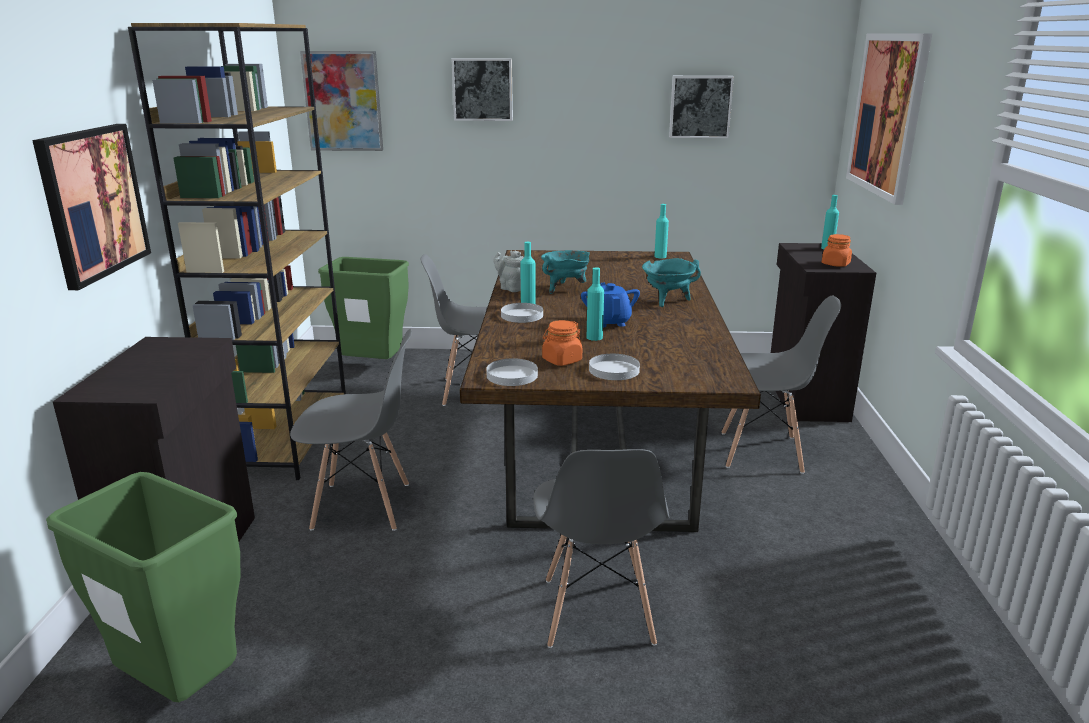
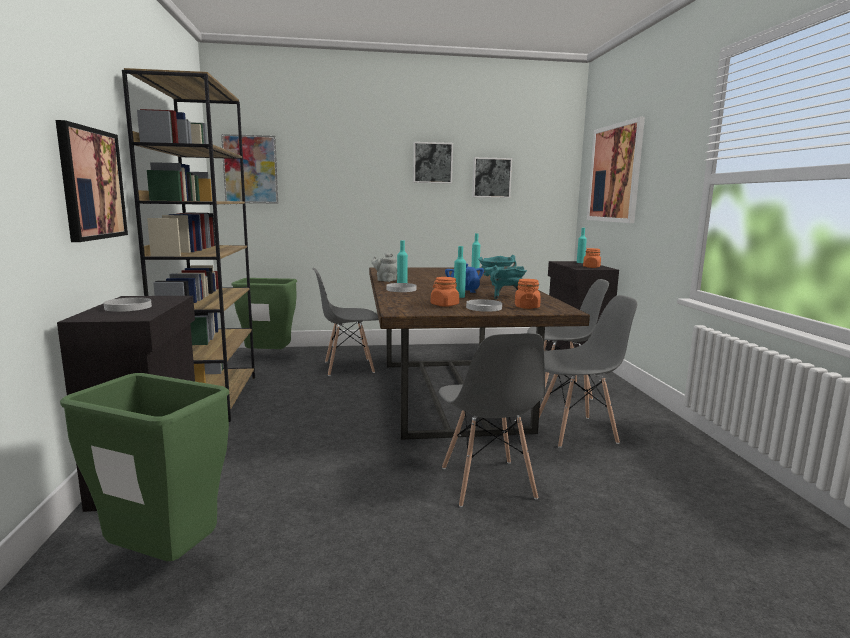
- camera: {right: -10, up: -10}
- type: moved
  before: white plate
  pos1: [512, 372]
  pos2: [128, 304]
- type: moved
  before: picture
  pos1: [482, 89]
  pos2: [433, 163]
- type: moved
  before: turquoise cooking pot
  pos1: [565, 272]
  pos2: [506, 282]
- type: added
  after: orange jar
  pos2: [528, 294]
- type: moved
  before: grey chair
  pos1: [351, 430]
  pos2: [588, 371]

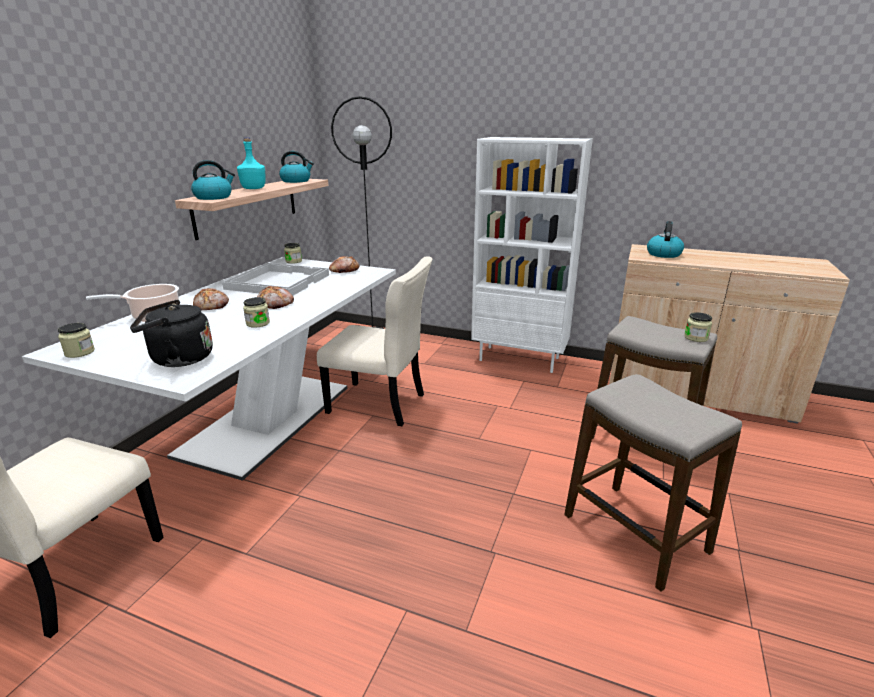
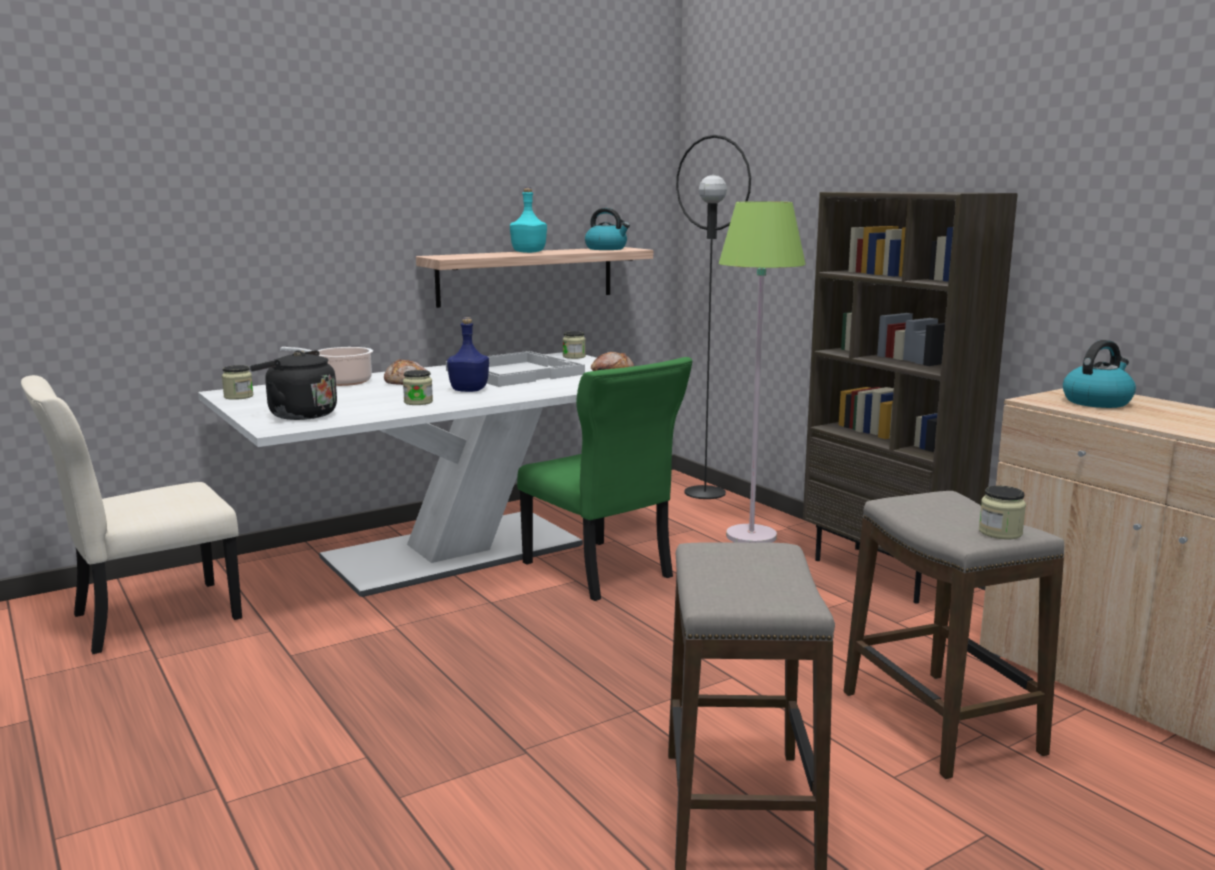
- camera: {right: 35, up: -10}
- type: replaced
  before: bread
  after: blue bottle
  pos1: [275, 297]
  pos2: [468, 354]
- type: recoloured
  before: beige chair
  after: green chair
  pos1: [375, 341]
  pos2: [604, 479]
- type: added
  after: green floor lamp
  pos2: [762, 372]
- type: recoloured
  before: white bookcase
  after: brown bookcase
  pos1: [532, 255]
  pos2: [910, 397]
- type: removed
  before: kettle
  pos1: [213, 180]

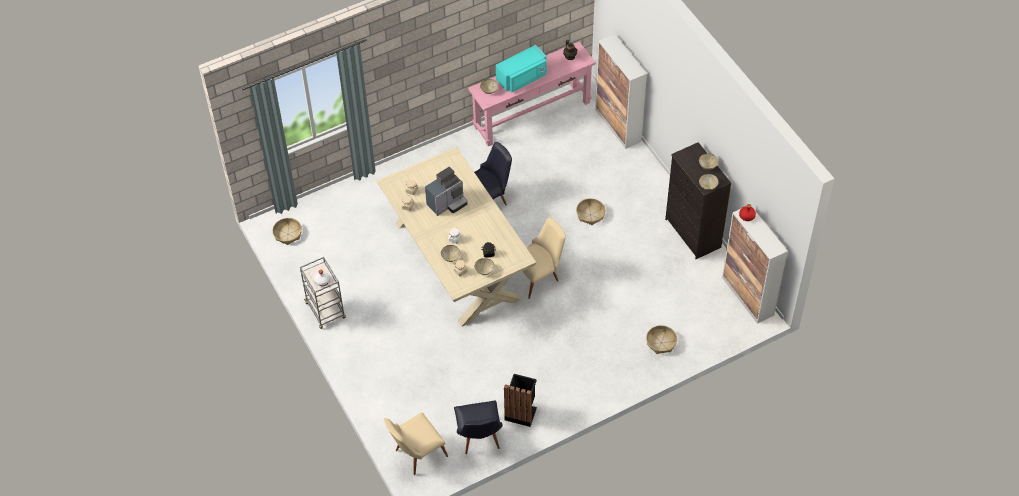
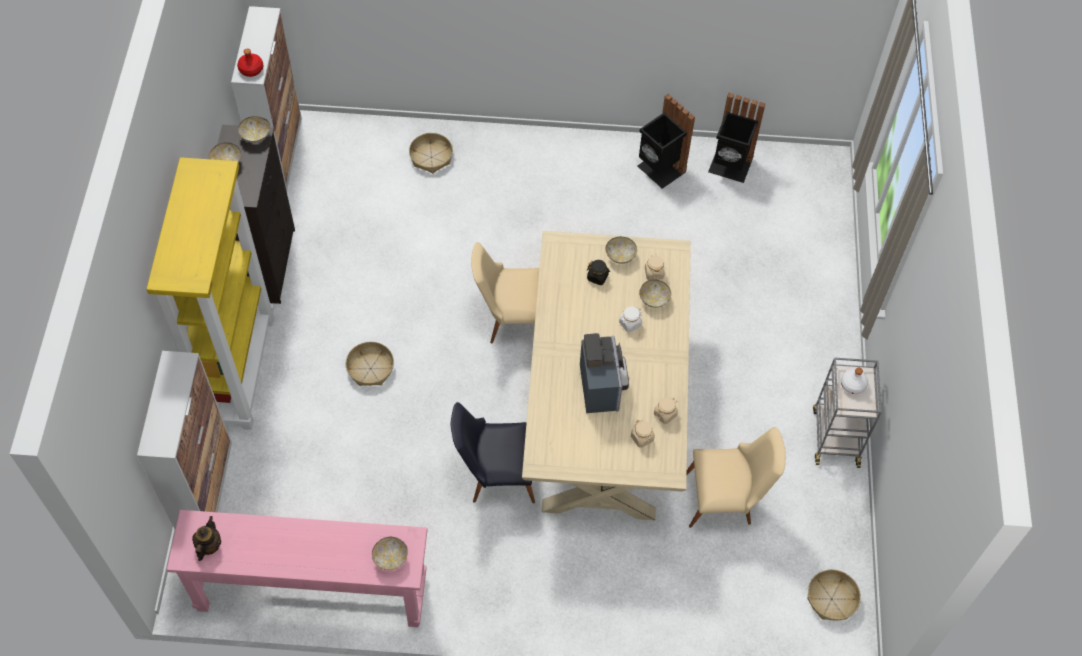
- camera: {right: -150, up: 5}
- type: added
  after: yellow bookcase
  pos2: [210, 293]
- type: turned
  before: coffee machine
  pos1: [446, 191]
  pos2: [604, 373]
  turn: 90
- type: moved
  before: beige chair
  pos1: [416, 443]
  pos2: [736, 477]
- type: replaced
  before: black chair
  after: black trash can
  pos1: [478, 427]
  pos2: [737, 138]
- type: removed
  before: turquoise microwave
  pos1: [521, 68]

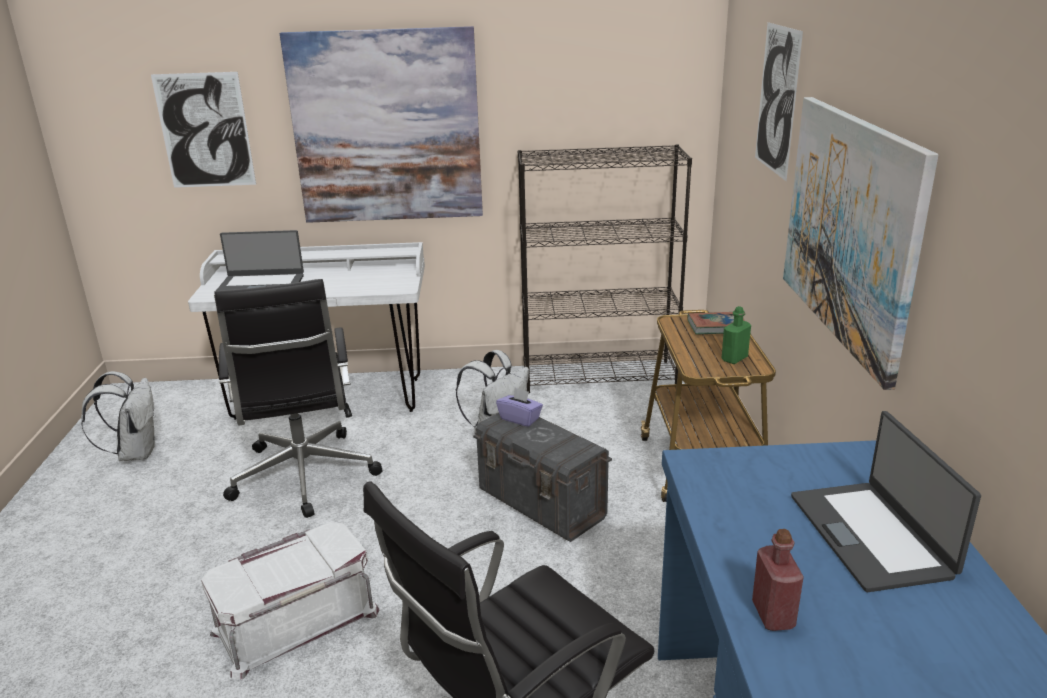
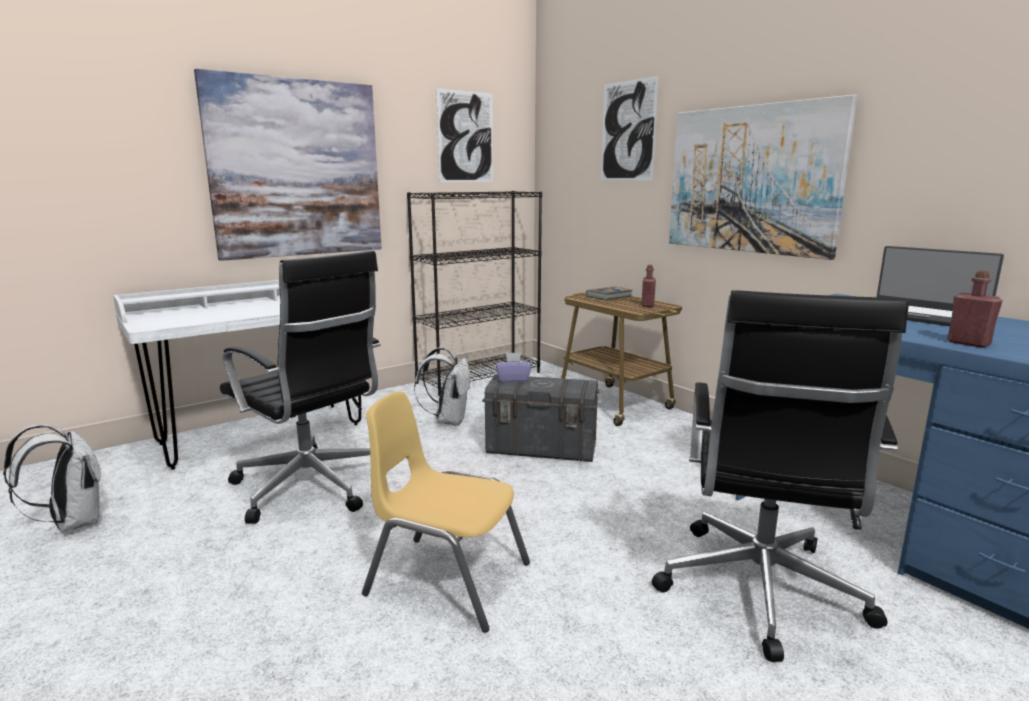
- camera: {right: -35, up: -10}
- type: replaced
  before: white storage box
  after: yellow chair
  pos1: [290, 601]
  pos2: [446, 512]
- type: moved
  before: picture
  pos1: [203, 130]
  pos2: [464, 135]
- type: recoloured
  before: green bottle
  after: red bottle
  pos1: [736, 335]
  pos2: [649, 286]
- type: removed
  before: laptop
  pos1: [260, 260]

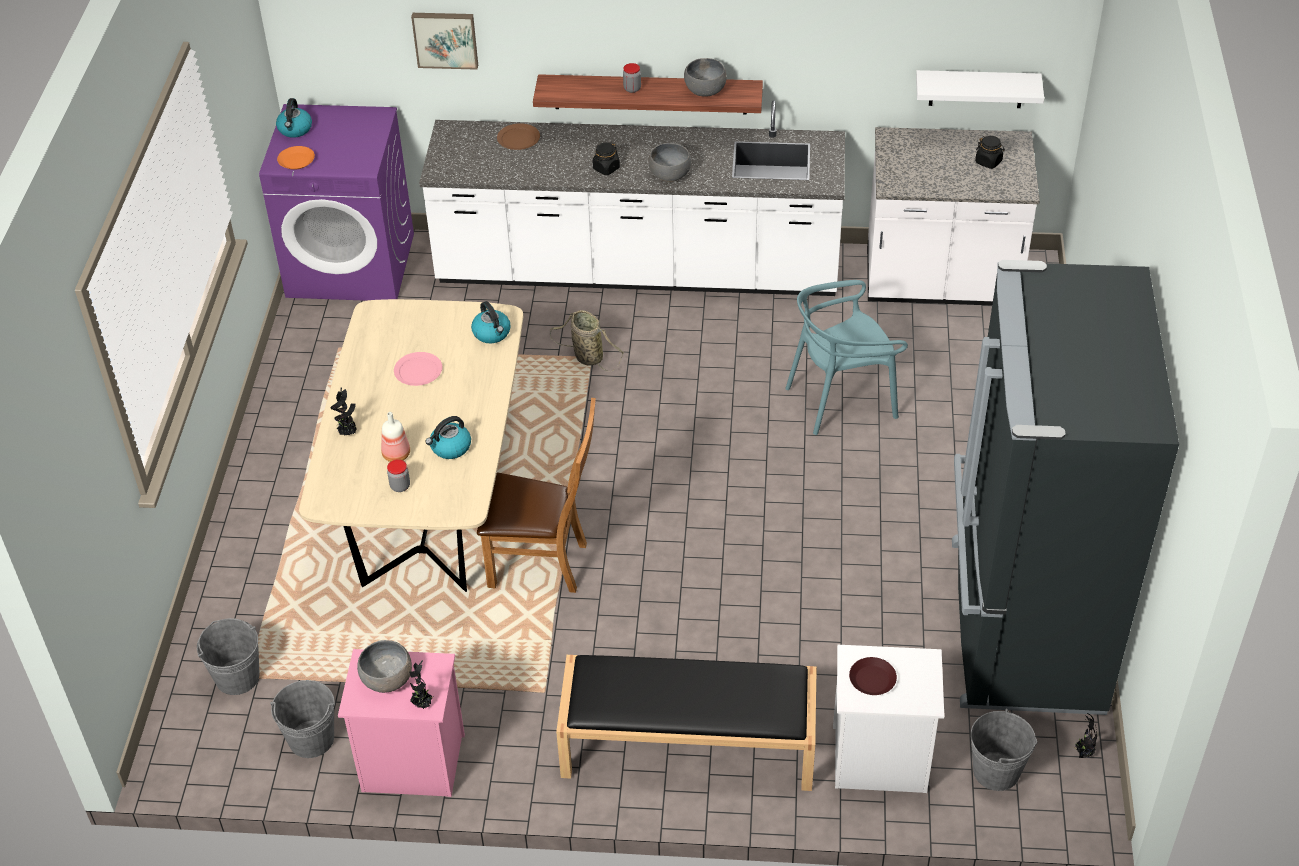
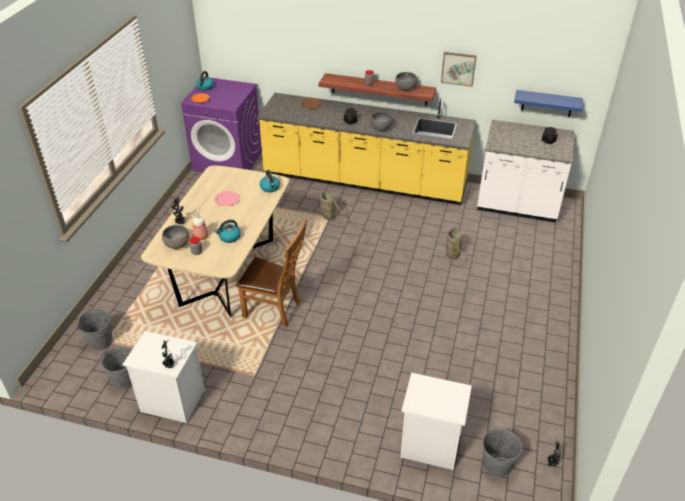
- camera: {right: 10, up: -5}
- type: recoloured
  before: pink nightstand
  after: white nightstand
  pos1: [401, 723]
  pos2: [163, 377]
- type: moved
  before: grey bowl
  pos1: [384, 666]
  pos2: [175, 237]
- type: recoloured
  before: white counter
  after: yellow counter
  pos1: [632, 198]
  pos2: [366, 149]
- type: moved
  before: picture
  pos1: [444, 41]
  pos2: [458, 69]
- type: replaced
  before: turquoise chair
  after: basket
  pos1: [846, 357]
  pos2: [456, 247]
- type: recoloured
  before: white shelf
  after: blue shelf
  pos1: [980, 89]
  pos2: [548, 103]
- type: removed
  before: black bench
  pos1: [686, 723]
- type: removed
  before: brown plate
  pos1: [873, 676]
- type: removed
  before: black fridge
  pos1: [1065, 487]

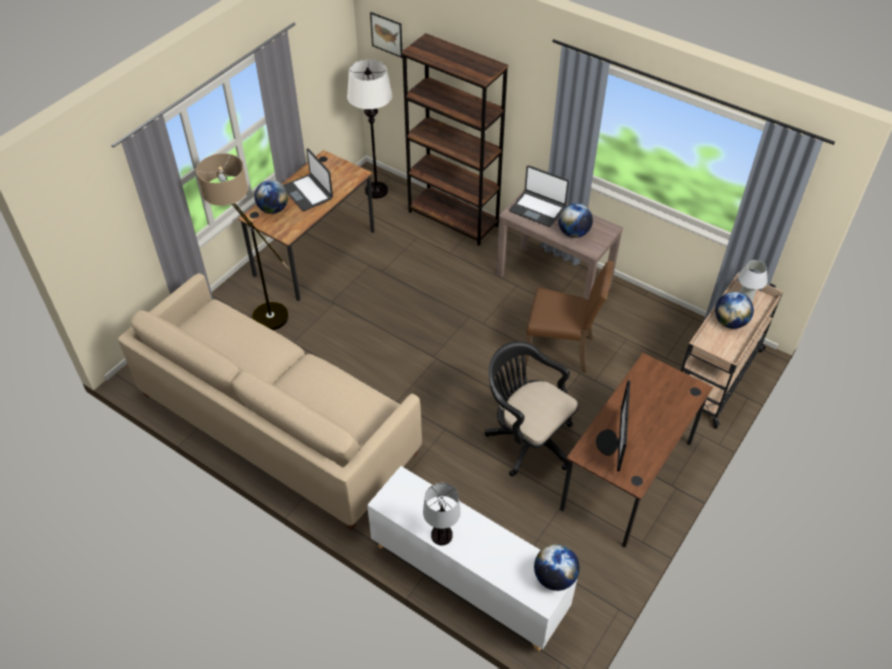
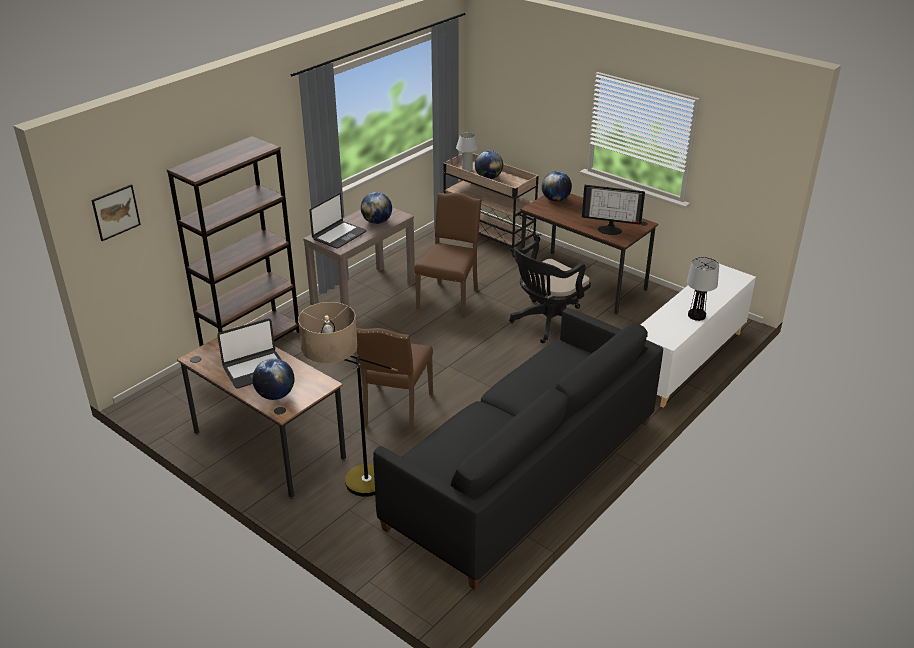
- camera: {right: -85, up: -15}
- type: added
  after: brown chair
  pos2: [394, 380]
- type: recoloured
  before: beige sofa
  after: black sofa
  pos1: [270, 401]
  pos2: [518, 449]
- type: moved
  before: globe
  pos1: [557, 567]
  pos2: [557, 186]
- type: removed
  before: white floor lamp
  pos1: [370, 129]

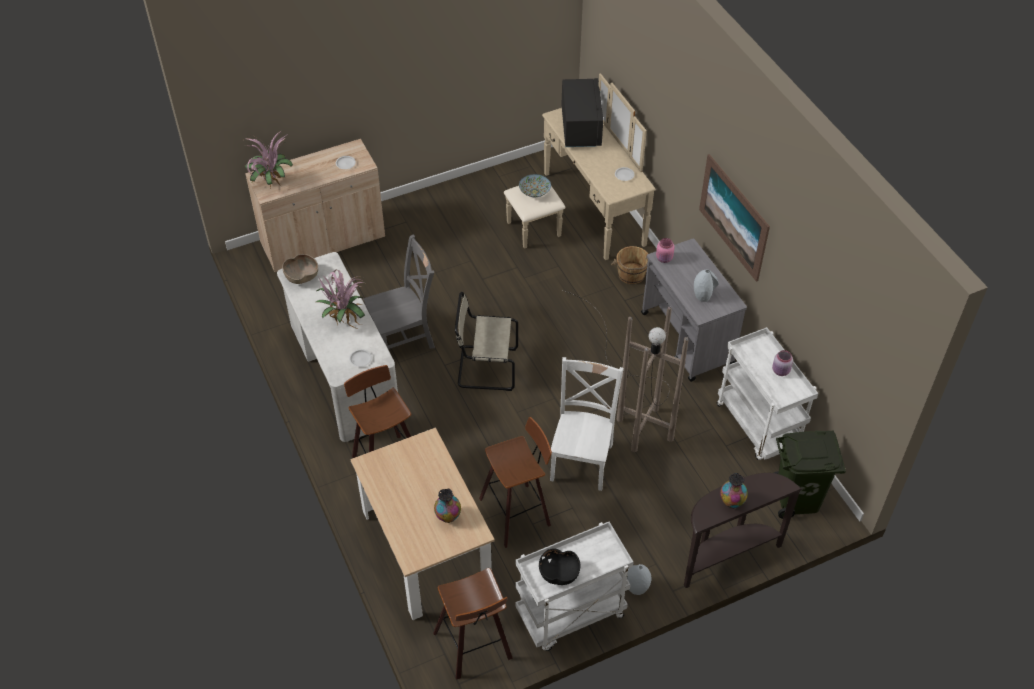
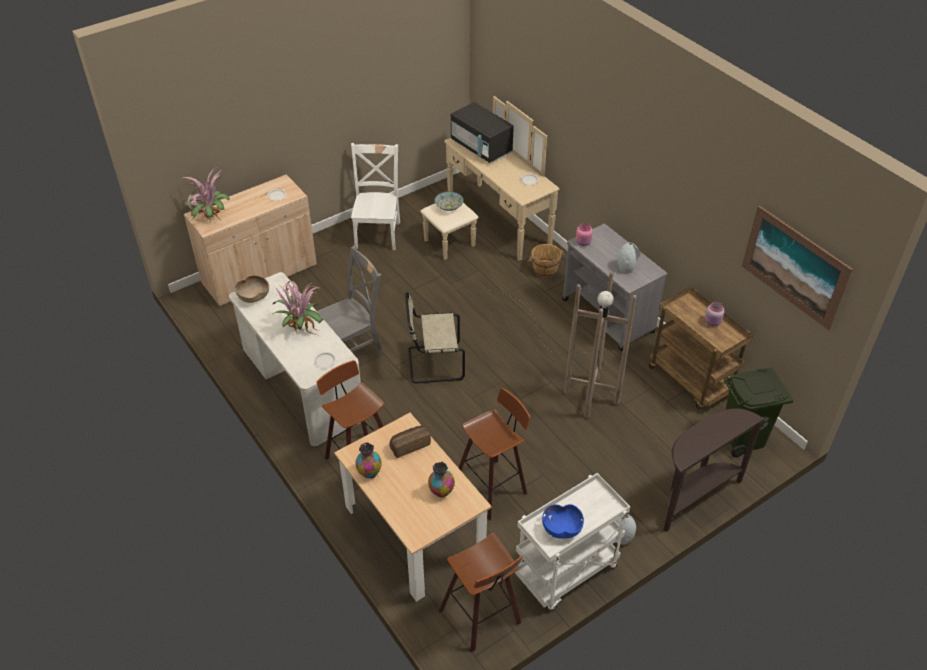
- camera: {right: -10, up: -5}
- type: moved
  before: white chair
  pos1: [587, 424]
  pos2: [375, 196]
- type: moved
  before: vase
  pos1: [734, 491]
  pos2: [368, 460]
- type: added
  after: bread
  pos2: [410, 442]
- type: turned
  before: black microwave
  pos1: [582, 112]
  pos2: [482, 132]
  turn: 150
- type: recoloured
  before: black bowl
  after: blue bowl
  pos1: [560, 566]
  pos2: [563, 521]
- type: recoloured
  before: white cart
  after: brown cart
  pos1: [767, 393]
  pos2: [700, 348]
- type: moved
  before: picture
  pos1: [734, 218]
  pos2: [797, 268]

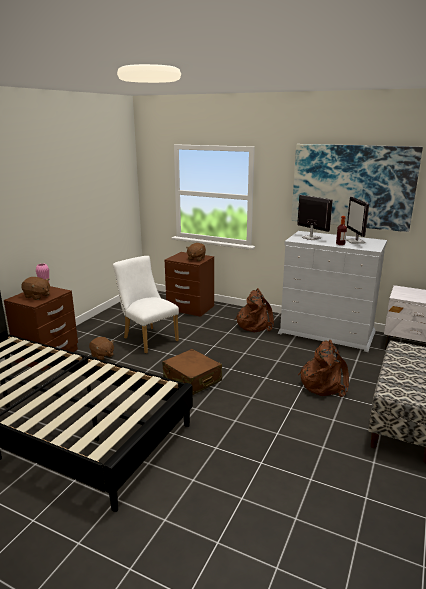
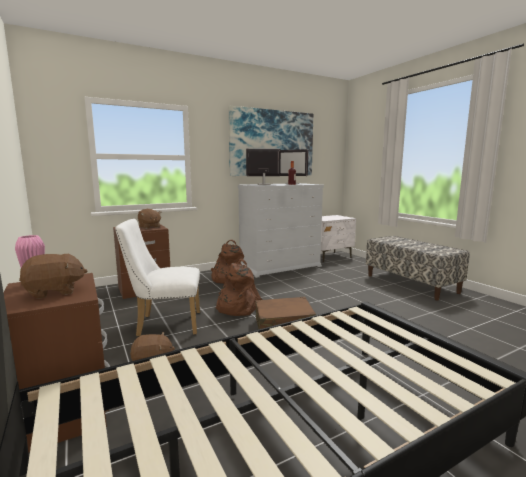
- camera: {right: -55, up: -10}
- type: moved
  before: brown backpack
  pos1: [323, 368]
  pos2: [239, 287]

